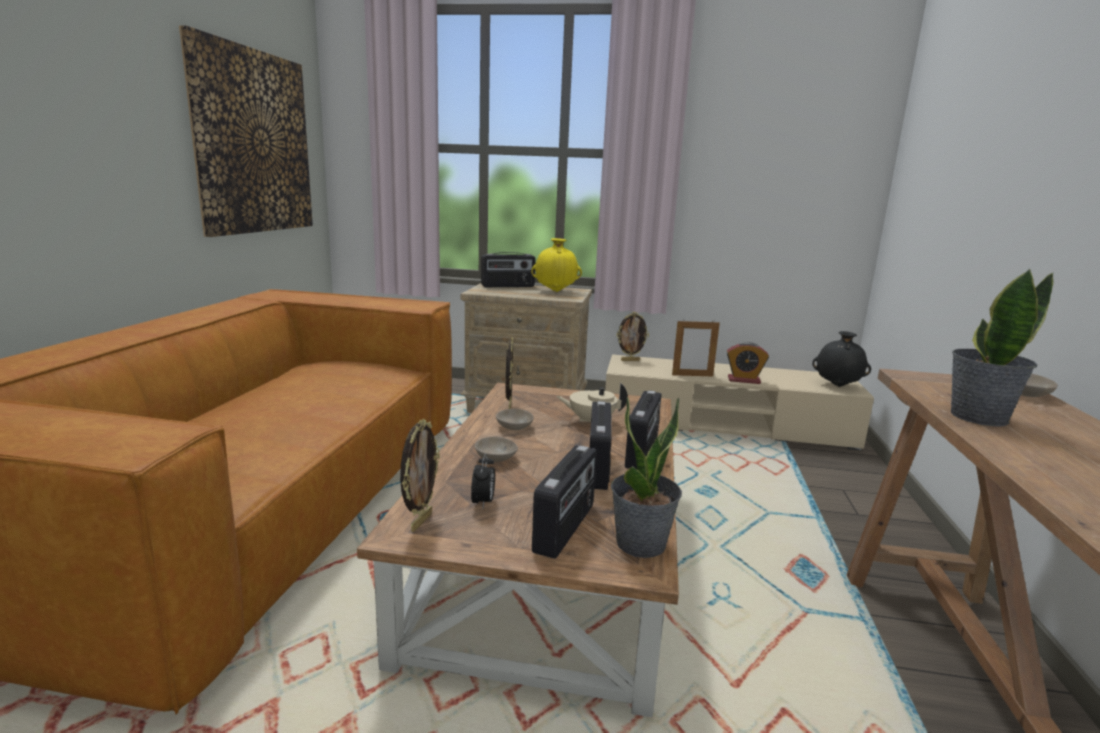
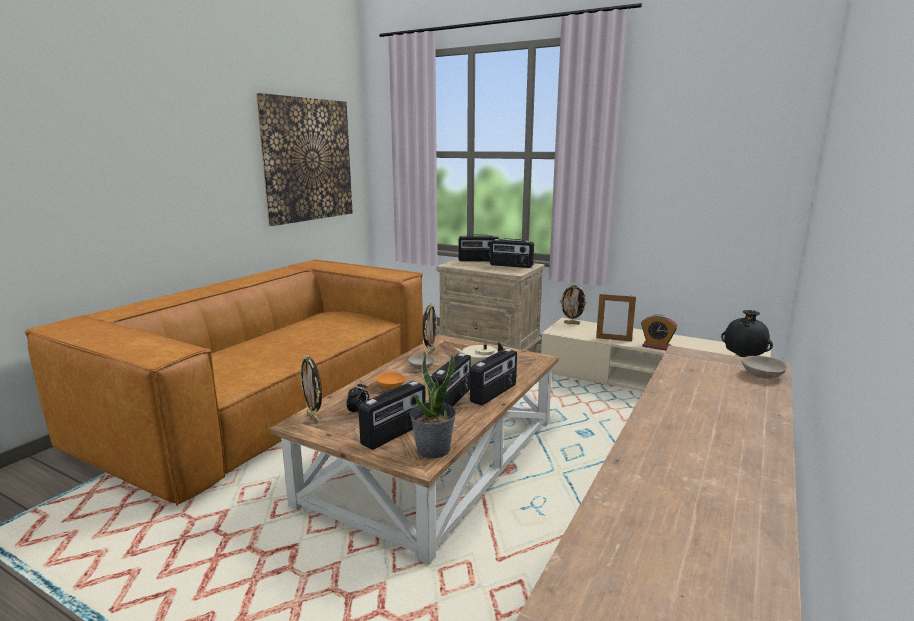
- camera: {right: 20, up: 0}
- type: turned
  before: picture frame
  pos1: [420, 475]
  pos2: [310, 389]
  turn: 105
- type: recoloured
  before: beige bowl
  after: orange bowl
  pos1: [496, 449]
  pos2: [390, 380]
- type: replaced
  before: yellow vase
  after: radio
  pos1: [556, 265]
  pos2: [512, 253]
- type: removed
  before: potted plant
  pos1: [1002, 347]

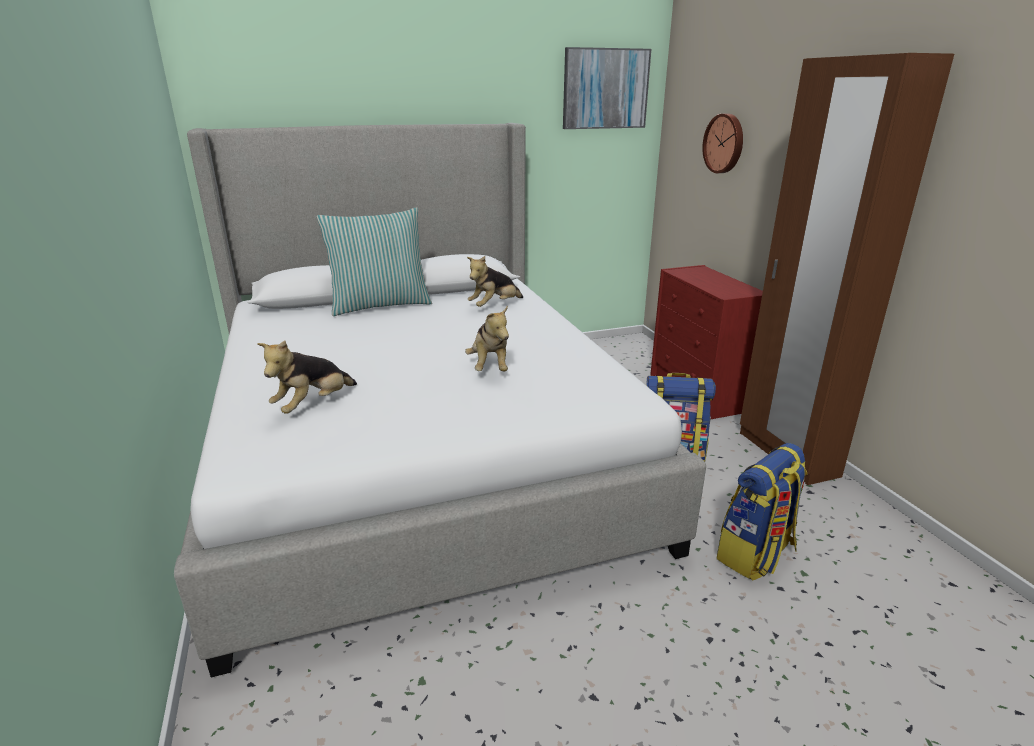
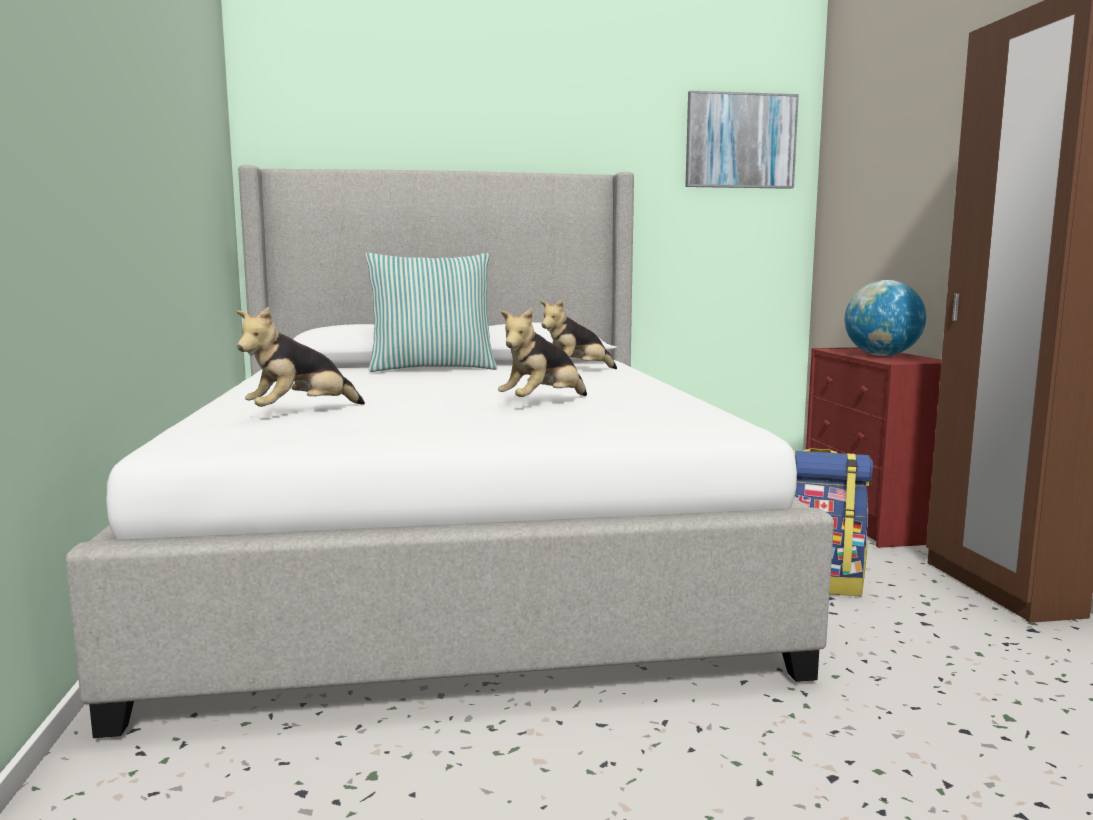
- camera: {right: 10, up: -15}
- type: turned
  before: plush toy
  pos1: [487, 338]
  pos2: [542, 352]
  turn: 45
- type: added
  after: globe
  pos2: [885, 318]
- type: removed
  before: wall clock
  pos1: [722, 143]
- type: removed
  before: backpack
  pos1: [762, 512]

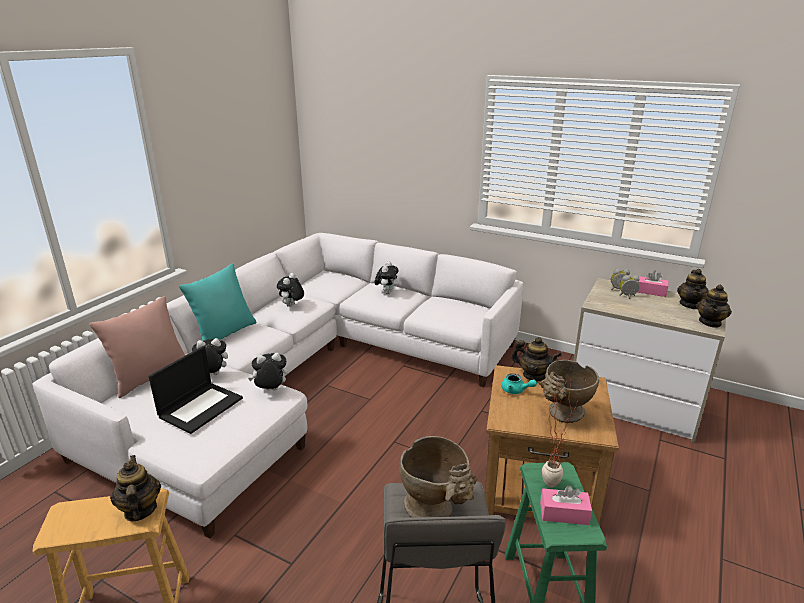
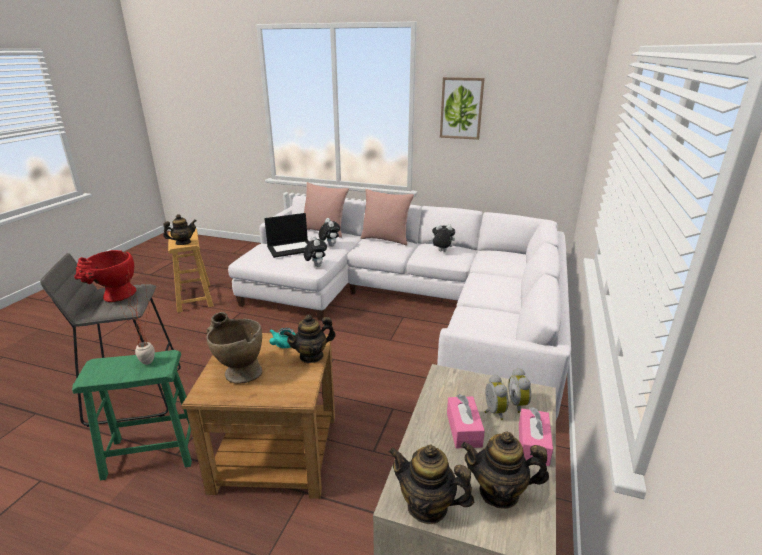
- camera: {right: 80, up: 0}
- type: recoloured
  before: beige vase
  after: red vase
  pos1: [438, 476]
  pos2: [105, 276]
- type: turned
  before: laptop
  pos1: [196, 390]
  pos2: [286, 235]
  turn: -45
- type: turned
  before: teapot
  pos1: [536, 359]
  pos2: [310, 338]
  turn: 45
- type: recoloured
  before: turquoise pillow
  after: pink pillow
  pos1: [218, 302]
  pos2: [387, 217]
- type: added
  after: picture
  pos2: [462, 108]
- type: moved
  before: pink tissue box
  pos1: [566, 505]
  pos2: [466, 421]
- type: removed
  before: plush toy
  pos1: [386, 278]

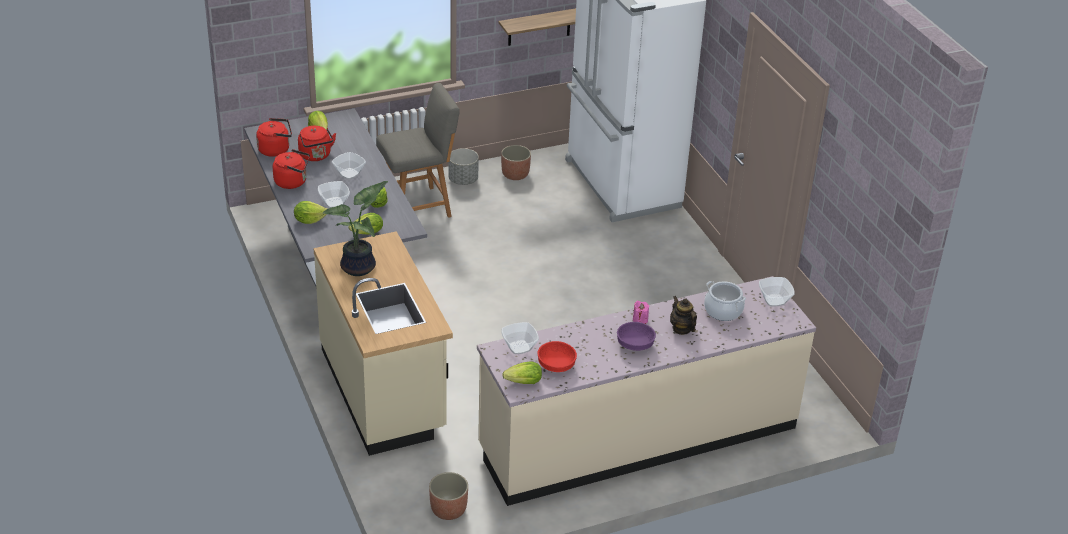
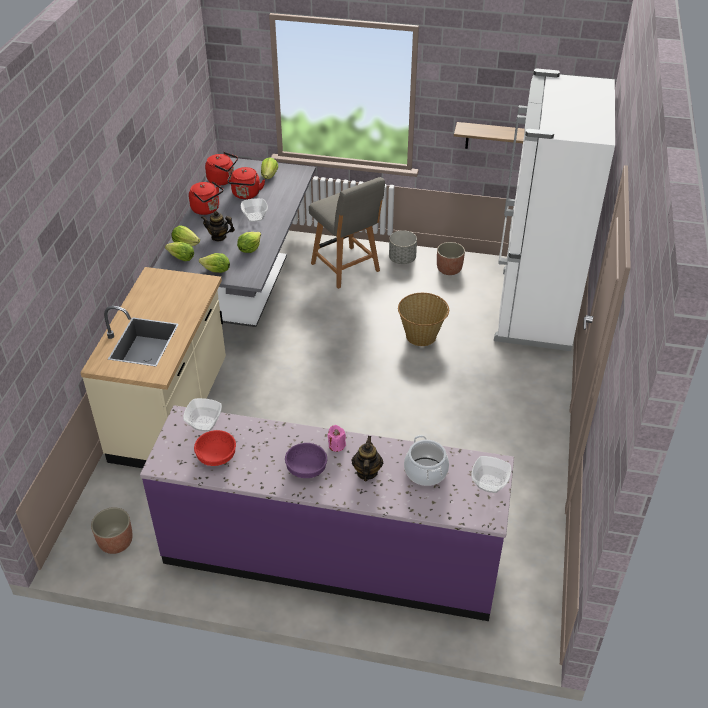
- camera: {right: 35, up: 5}
- type: recoloured
  before: beige counter
  after: purple counter
  pos1: [646, 391]
  pos2: [327, 513]
- type: moved
  before: lettuce
  pos1: [522, 373]
  pos2: [179, 251]
- type: replaced
  before: bowl
  after: teapot
  pos1: [334, 194]
  pos2: [218, 226]
- type: turned
  before: grey chair
  pos1: [418, 150]
  pos2: [347, 233]
  turn: 45
- type: added
  after: basket
  pos2: [423, 319]
- type: removed
  before: potted plant
  pos1: [355, 228]

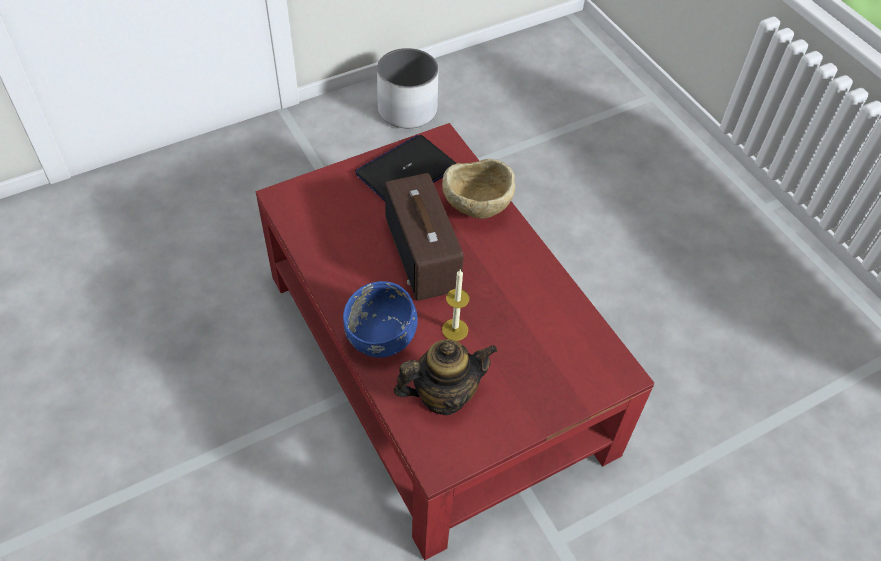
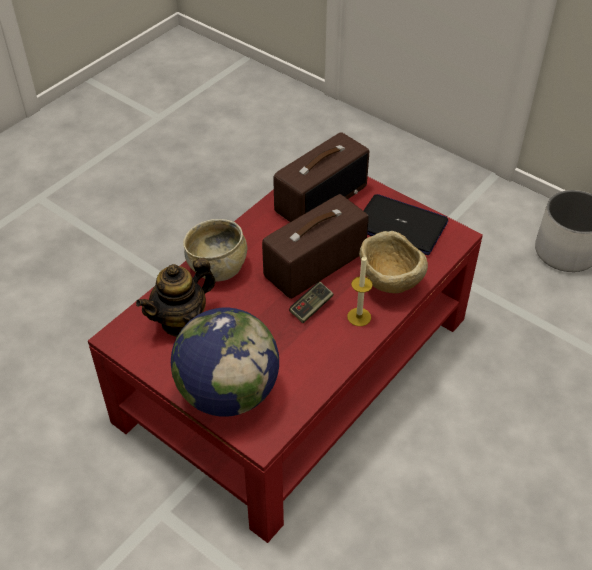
- camera: {right: 70, up: -5}
- type: turned
  before: teapot
  pos1: [445, 377]
  pos2: [176, 297]
  turn: 90
- type: added
  after: globe
  pos2: [225, 362]
- type: recoloured
  before: blue bowl
  after: beige bowl
  pos1: [380, 319]
  pos2: [215, 250]
- type: added
  after: radio
  pos2: [321, 177]
- type: added
  after: game controller
  pos2: [311, 302]
- type: moved
  before: candle
  pos1: [456, 305]
  pos2: [360, 290]

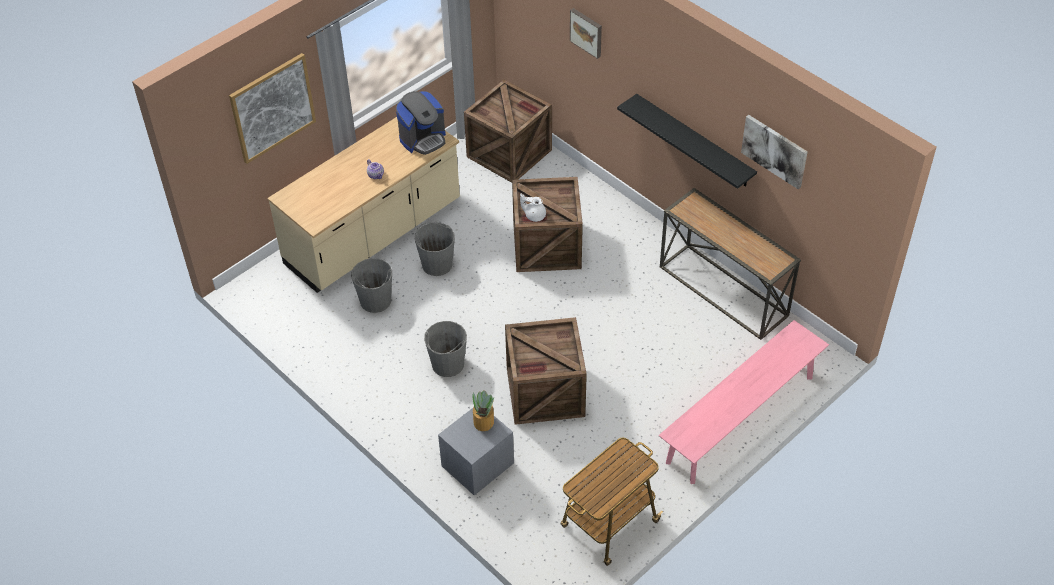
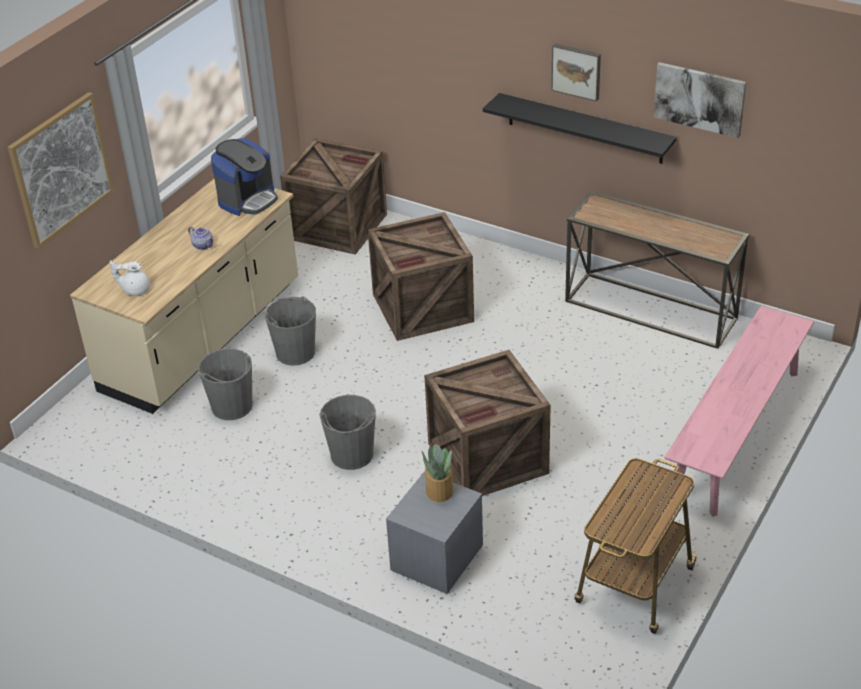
- camera: {right: -15, up: -10}
- type: moved
  before: white teapot
  pos1: [533, 208]
  pos2: [130, 278]
- type: moved
  before: picture
  pos1: [586, 33]
  pos2: [576, 72]

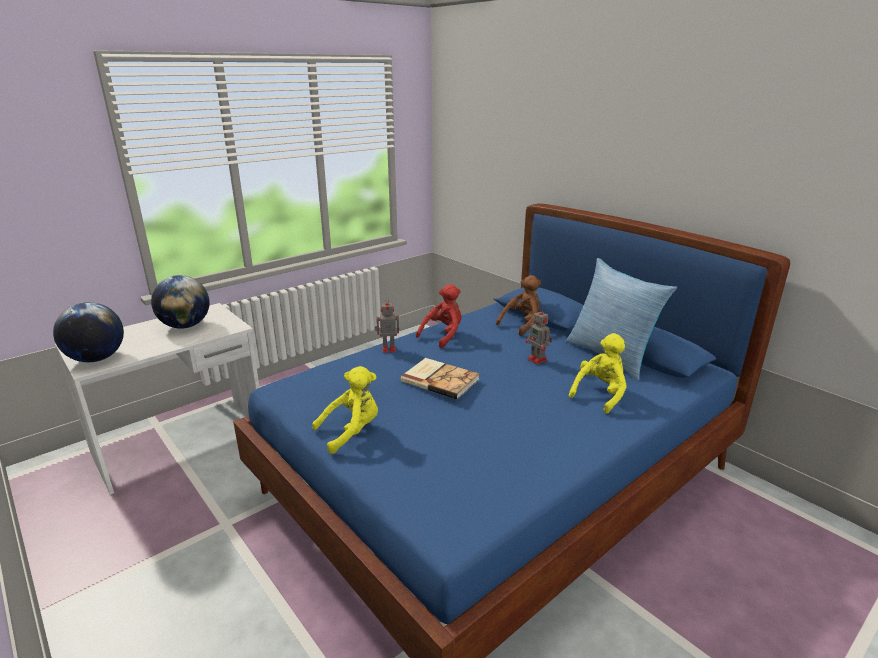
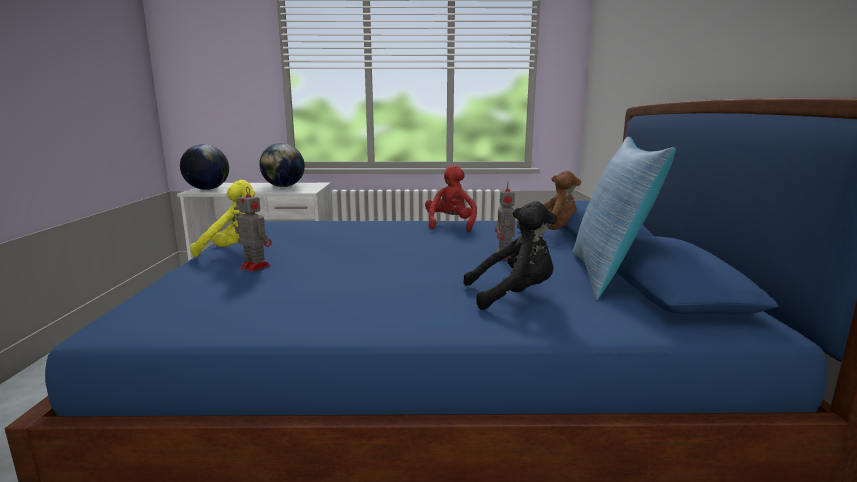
- camera: {right: 40, up: -10}
- type: moved
  before: toy robot
  pos1: [387, 325]
  pos2: [253, 230]
- type: turned
  before: red plush toy
  pos1: [438, 316]
  pos2: [451, 198]
  turn: -75
- type: recoloured
  before: yellow plush toy
  after: black plush toy
  pos1: [598, 373]
  pos2: [510, 255]
- type: removed
  before: book
  pos1: [440, 379]

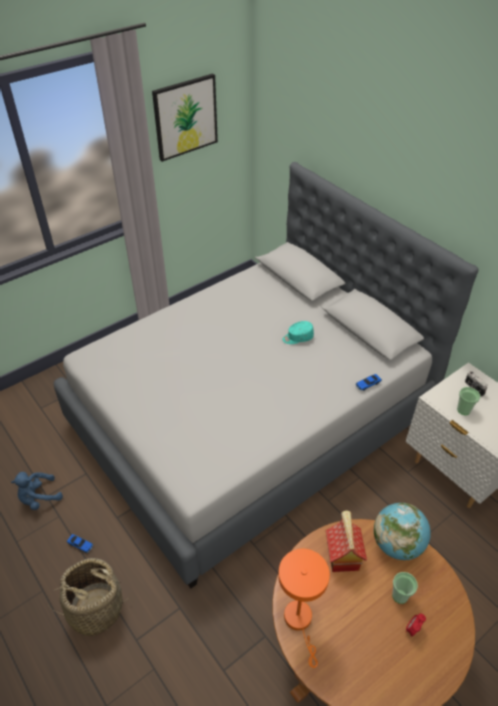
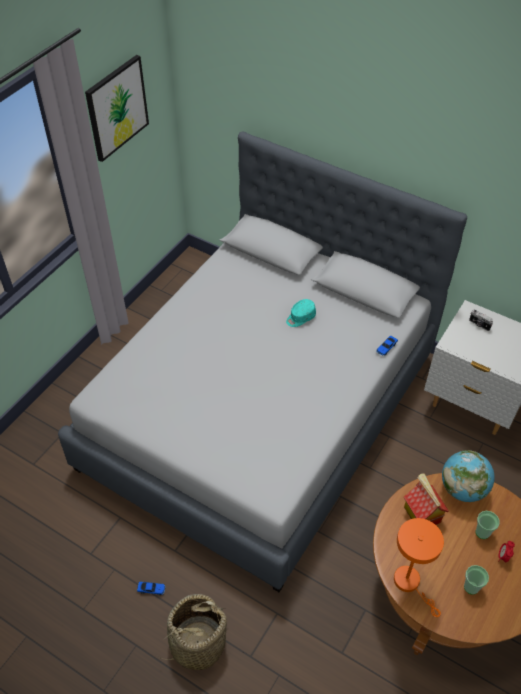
- camera: {right: -20, up: 5}
- type: moved
  before: cup
  pos1: [468, 401]
  pos2: [476, 580]
- type: removed
  before: blue plush toy
  pos1: [37, 491]

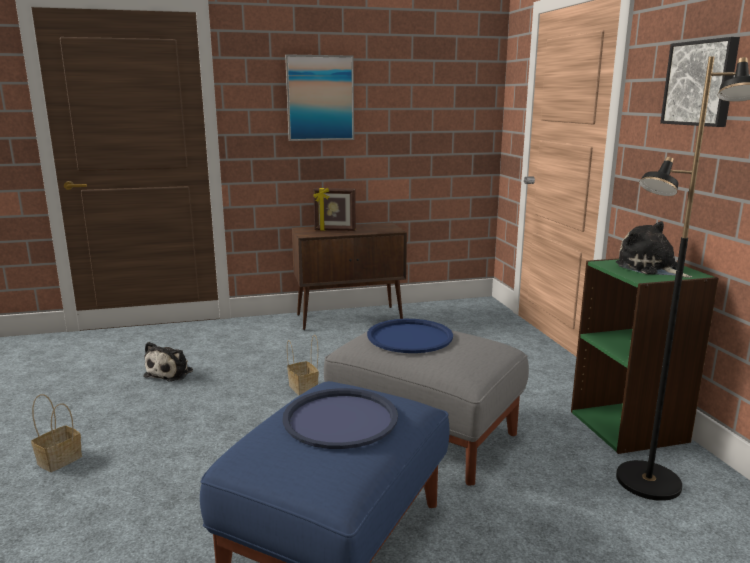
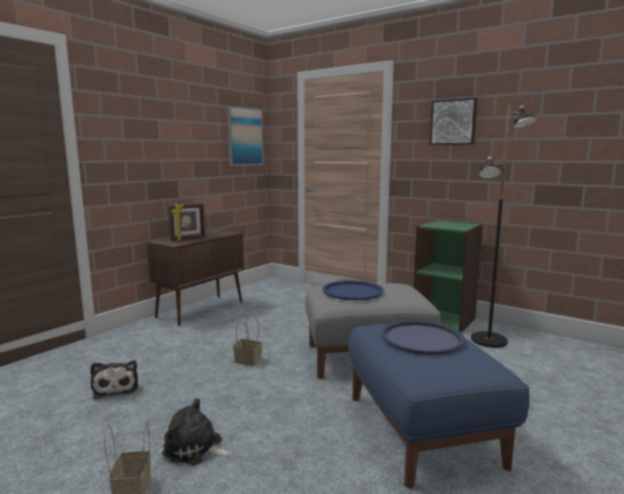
- camera: {right: -40, up: -5}
- type: moved
  before: plush toy
  pos1: [654, 249]
  pos2: [197, 432]
- type: moved
  before: picture
  pos1: [319, 97]
  pos2: [245, 136]

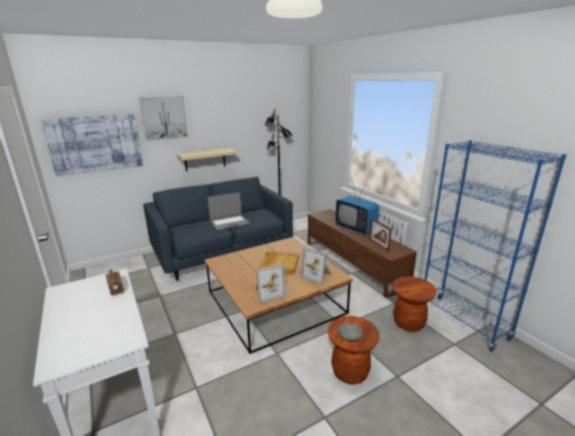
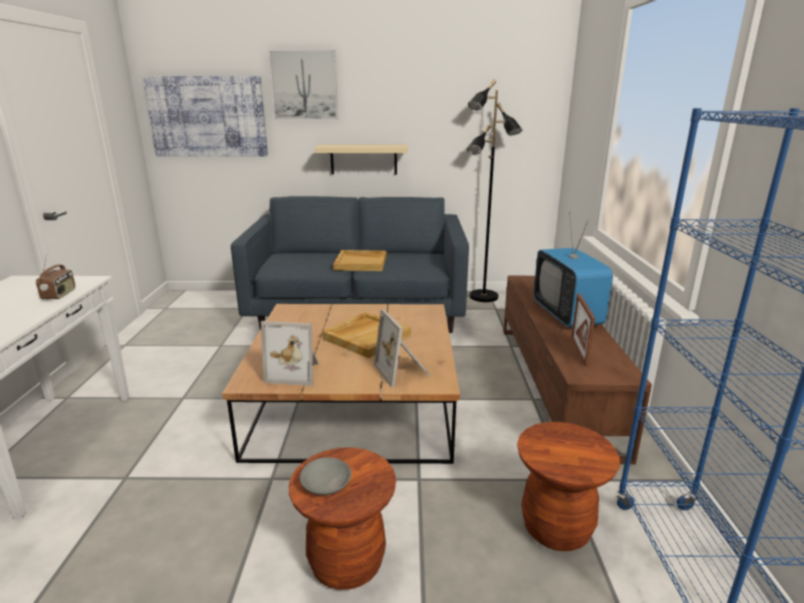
- camera: {right: 30, up: 0}
- type: replaced
  before: laptop
  after: beige tray
  pos1: [229, 211]
  pos2: [360, 260]

